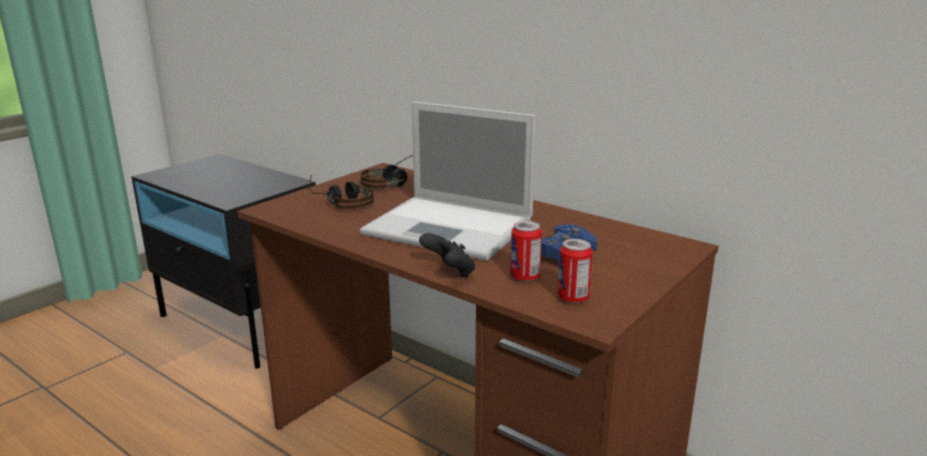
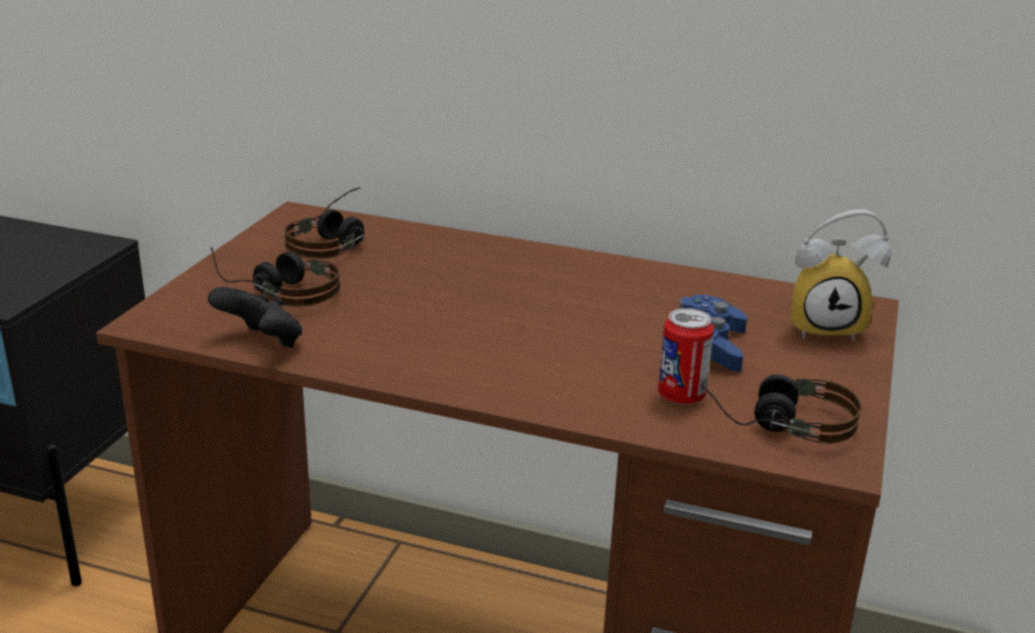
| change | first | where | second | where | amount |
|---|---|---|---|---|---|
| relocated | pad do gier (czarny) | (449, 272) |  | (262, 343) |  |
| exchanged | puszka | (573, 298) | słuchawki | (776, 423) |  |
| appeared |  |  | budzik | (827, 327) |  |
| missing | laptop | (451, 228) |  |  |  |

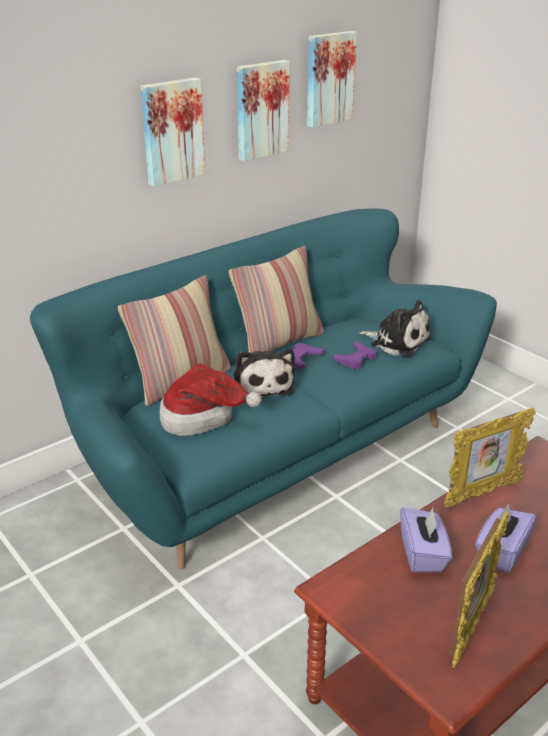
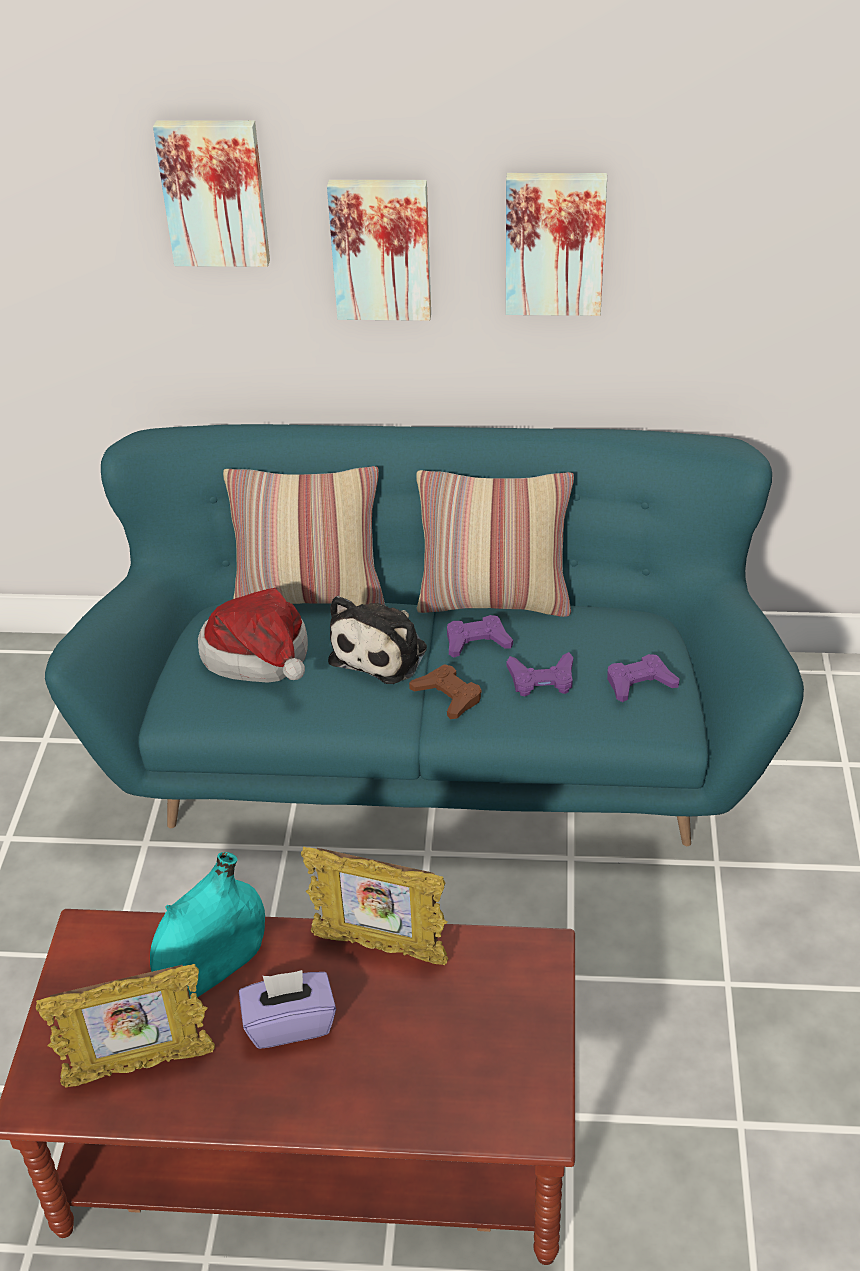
| change | first | where | second | where | amount |
|---|---|---|---|---|---|
| exchanged | pudełko chusteczek (fioletowy) | (423, 554) | wazon (turkusowy) | (213, 965) |  |
| relocated | obraz | (328, 78) |  | (214, 192) |  |
| appeared |  |  | pad do gier (brązowy) | (448, 696) |  |
| exchanged | pluszak | (397, 341) | pad do gier (fioletowy) | (639, 683) |  |

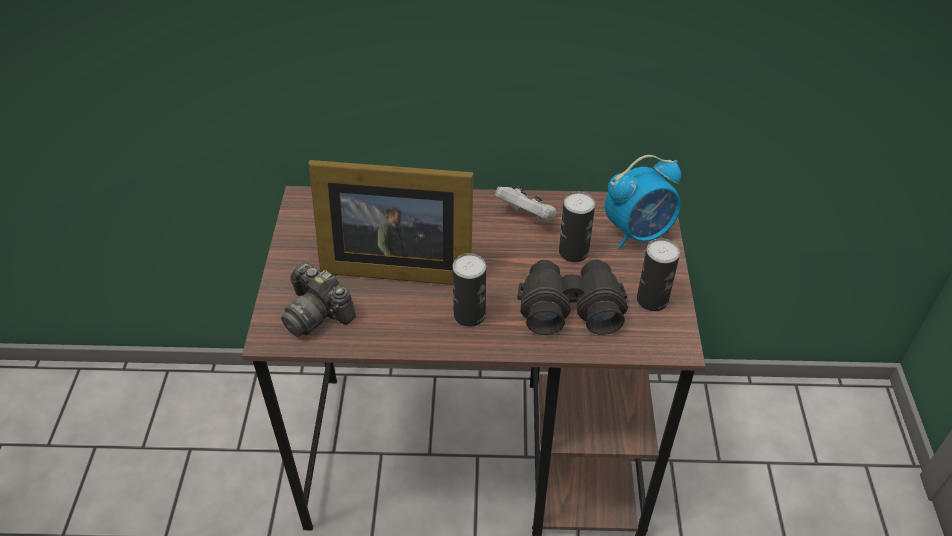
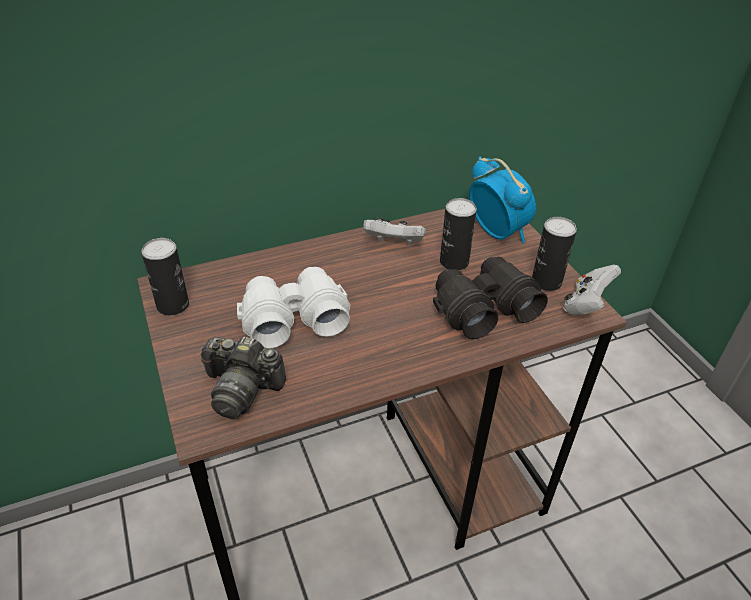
| change | first | where | second | where | amount |
|---|---|---|---|---|---|
| relocated | puszka | (469, 315) |  | (173, 305) |  |
| exchanged | ramka na zdjęcie | (393, 263) | lornetka (biały) | (293, 318) |  |
| spun | budzik | (639, 232) |  | (497, 232) | 75 degrees counterclockwise |
| appeared |  |  | pad do gier (biały) | (586, 305) |  |

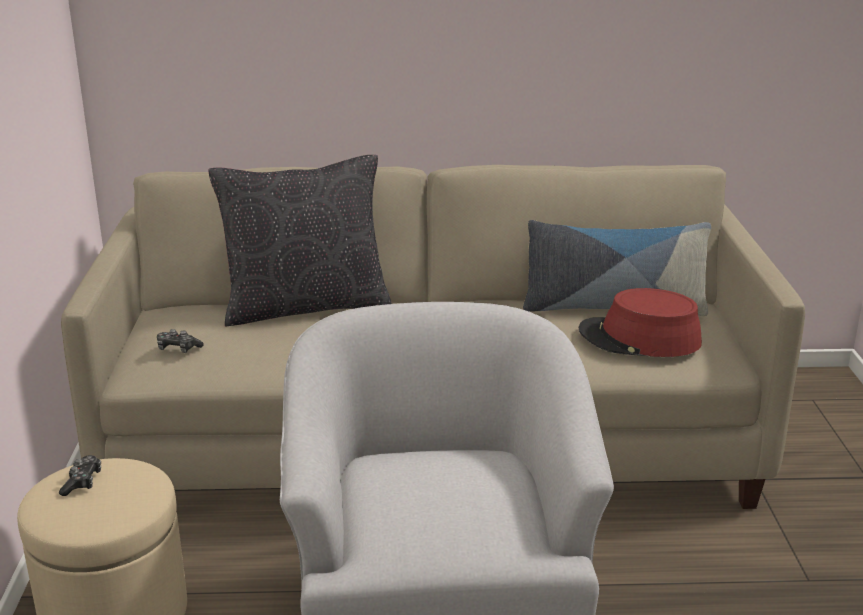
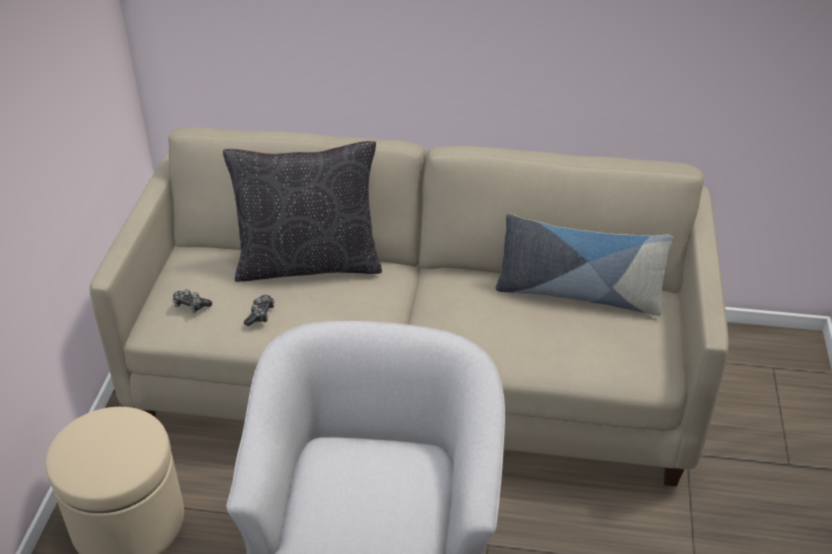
| change | first | where | second | where | amount |
|---|---|---|---|---|---|
| relocated | pad do gier | (82, 482) |  | (260, 314) |  |
| missing | kapelusz (czerwony) | (639, 338) |  |  |  |

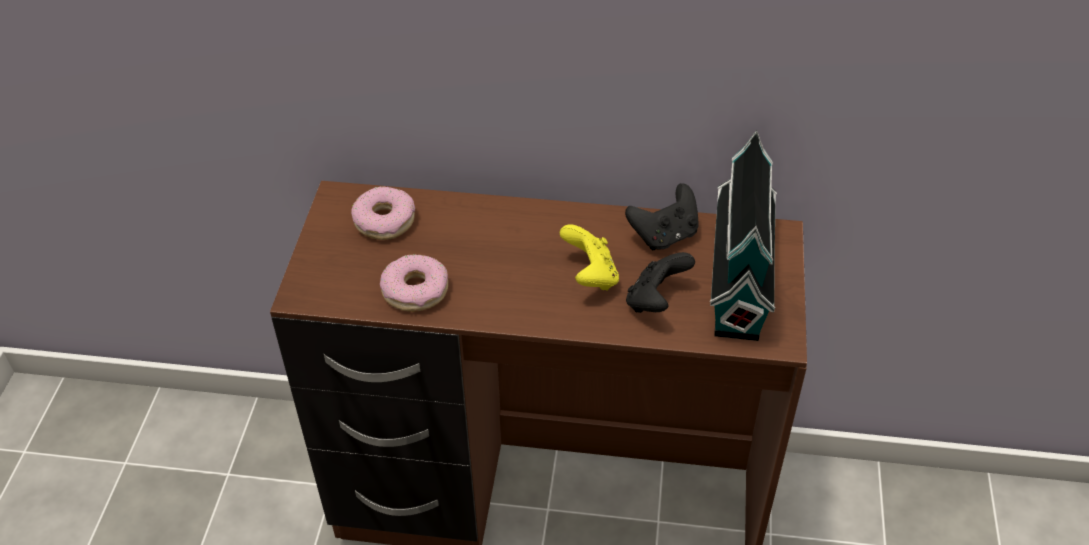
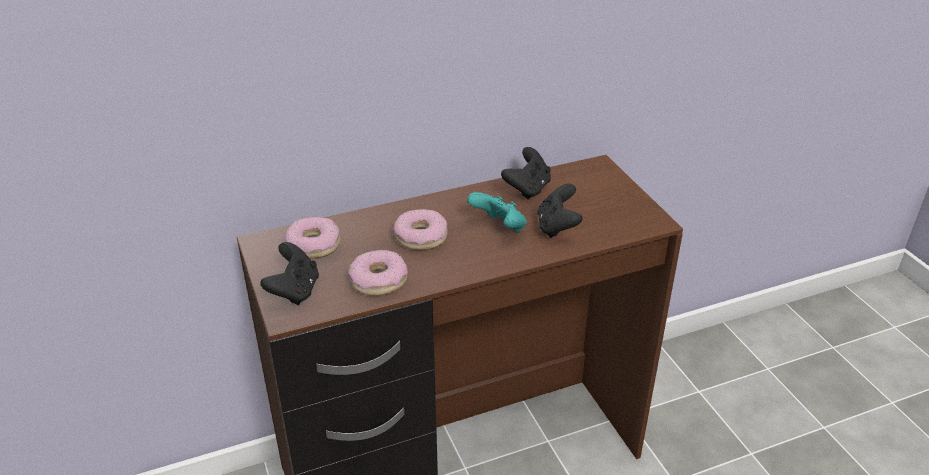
| change | first | where | second | where | amount |
|---|---|---|---|---|---|
| appeared |  |  | pad do gier (czarny) | (294, 291) |  |
| appeared |  |  | donut | (421, 237) |  |
| colour | pad do gier (żółty) | (590, 276) | pad do gier (turkusowy) | (499, 228) |  |
| missing | domek | (739, 273) |  |  |  |

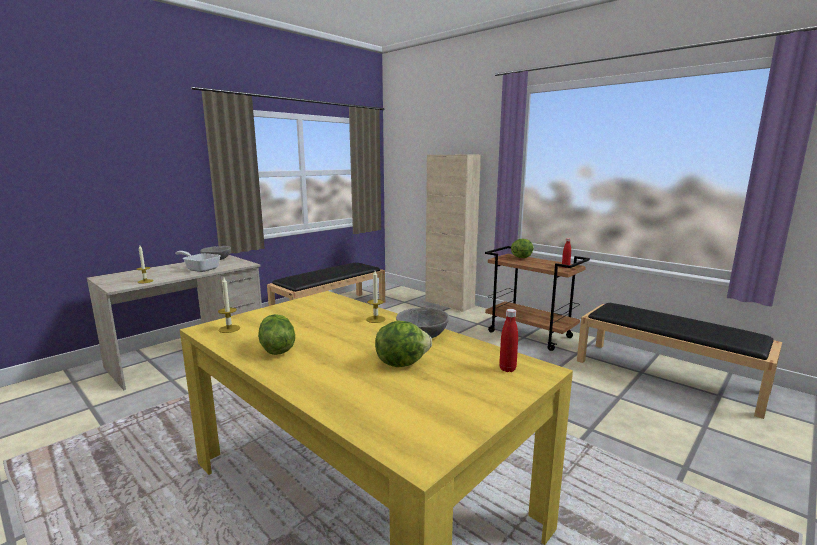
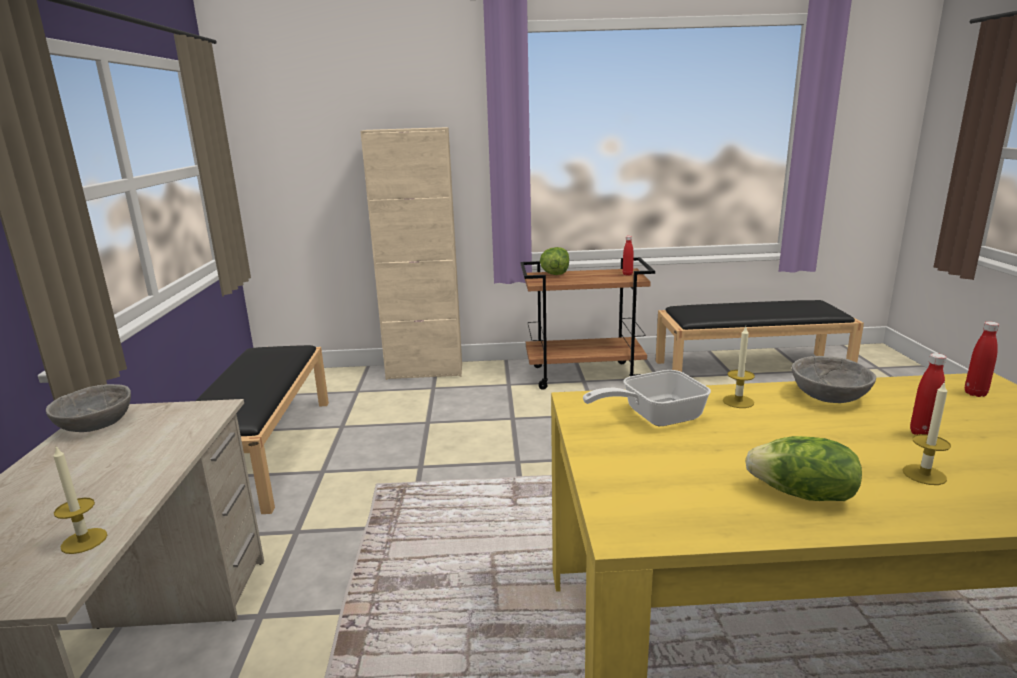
| change | first | where | second | where | amount |
|---|---|---|---|---|---|
| relocated | patelnia | (200, 269) |  | (653, 416) |  |
| relocated | świeca | (229, 329) |  | (924, 474) |  |
| exchanged | sałata | (401, 362) | butelka (czerwony) | (922, 433) |  |

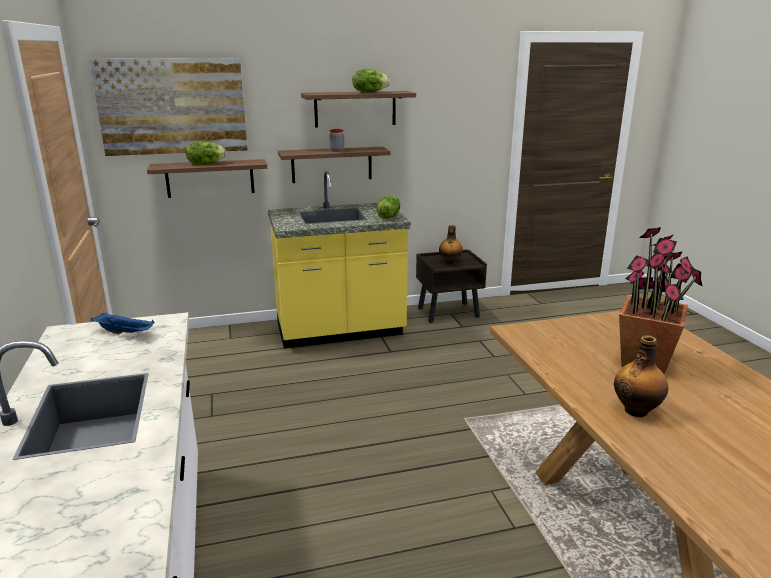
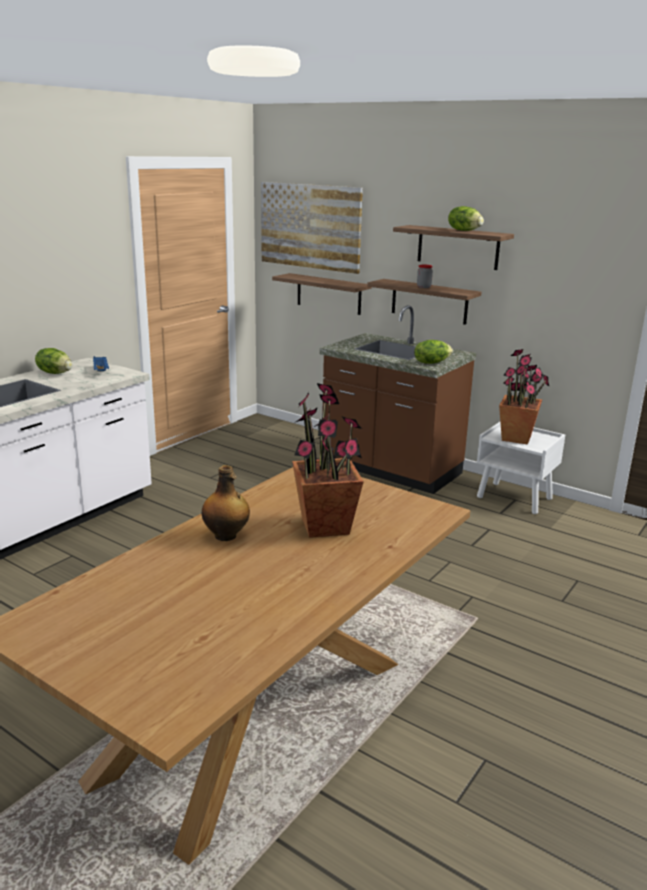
| change | first | where | second | where | amount |
|---|---|---|---|---|---|
| relocated | sałata | (205, 164) |  | (55, 373) |  |
| colour | zabudowa kuchenna (żółty) | (340, 331) | zabudowa kuchenna (brązowy) | (390, 470) |  |
| colour | szafka nocna (brązowy) | (448, 312) | szafka nocna (biały) | (515, 498) |  |
| exchanged | butelka | (450, 262) | roślina doniczkowa | (517, 438) |  |

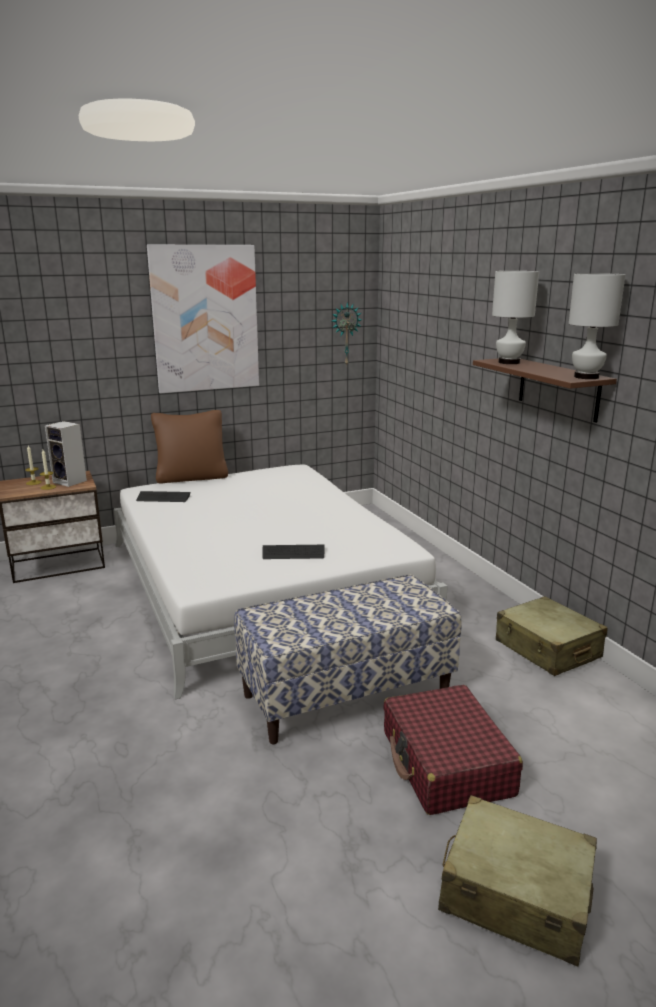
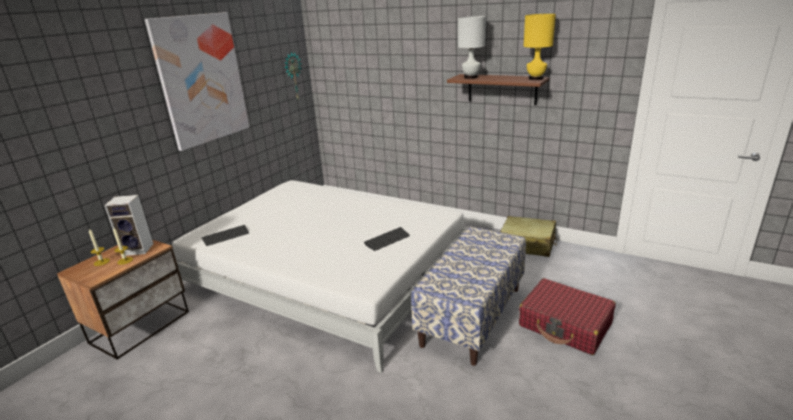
| change | first | where | second | where | amount |
|---|---|---|---|---|---|
| colour | lampa stołowa (biały) | (586, 377) | lampa stołowa (żółty) | (535, 78) |  |
| missing | poduszka (brązowy) | (192, 477) |  |  |  |
| missing | walizka (beżowy) | (515, 894) |  |  |  |

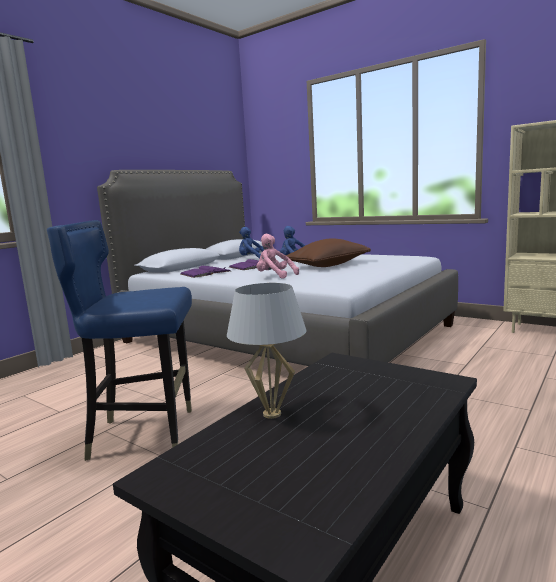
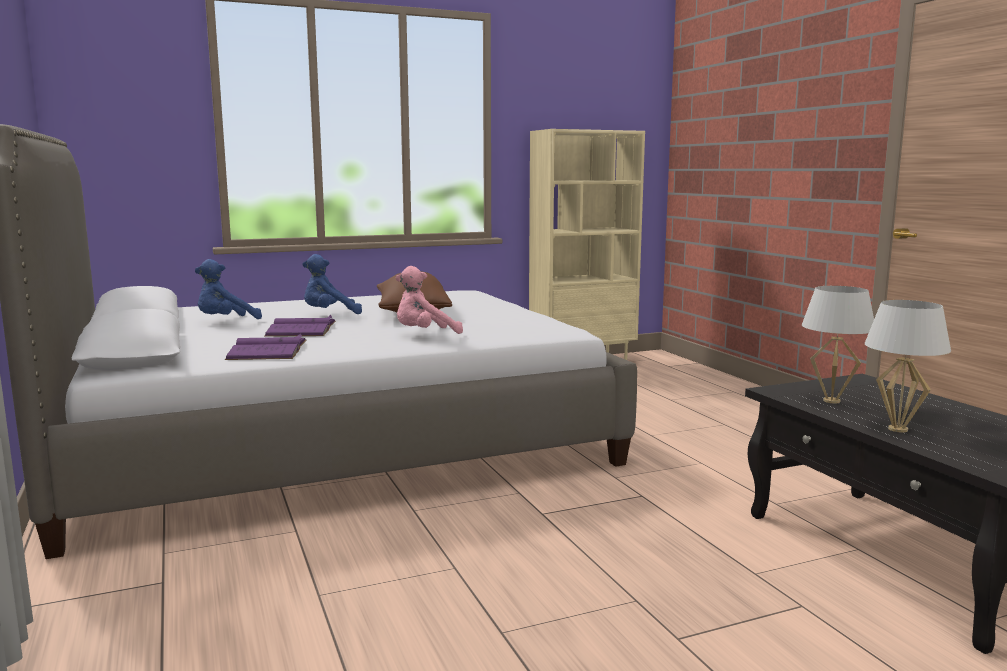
| change | first | where | second | where | amount |
|---|---|---|---|---|---|
| appeared |  |  | lampa stołowa (biały) | (832, 401) |  |
| missing | krzesło (niebieski) | (145, 435) |  |  |  |

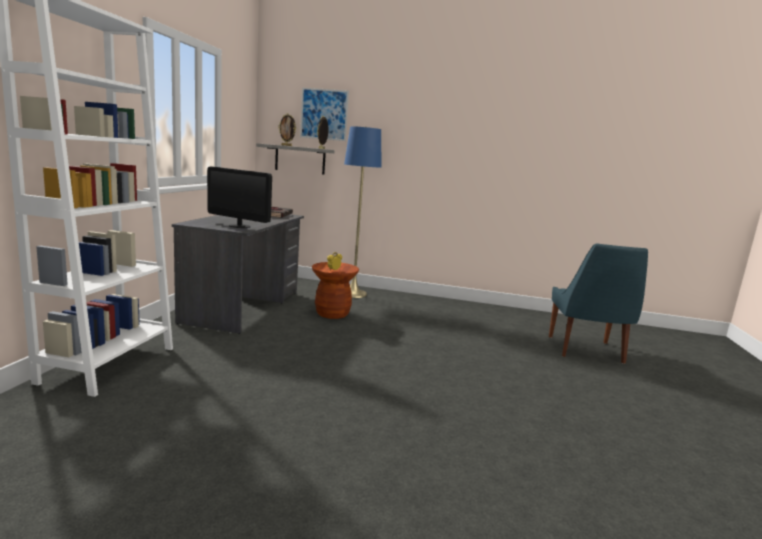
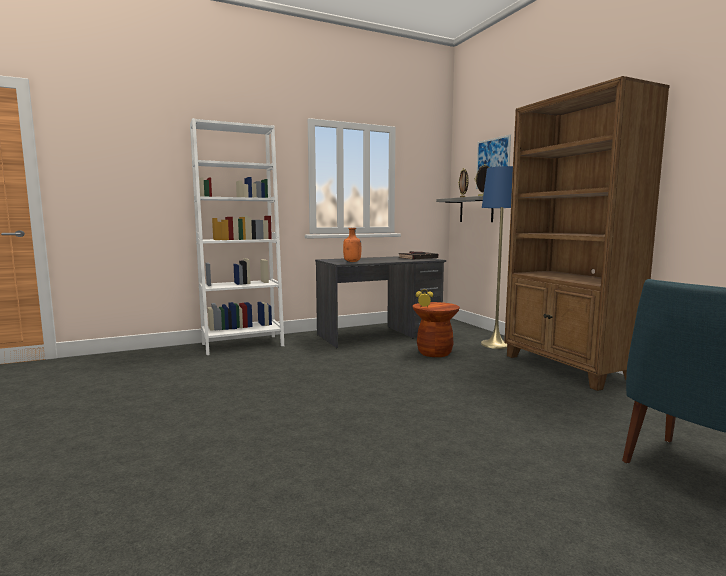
| change | first | where | second | where | amount |
|---|---|---|---|---|---|
| exchanged | monitor | (239, 226) | butelka (pomarańczowy) | (352, 262) |  |
| appeared |  |  | regał (brązowy) | (566, 368) |  |

